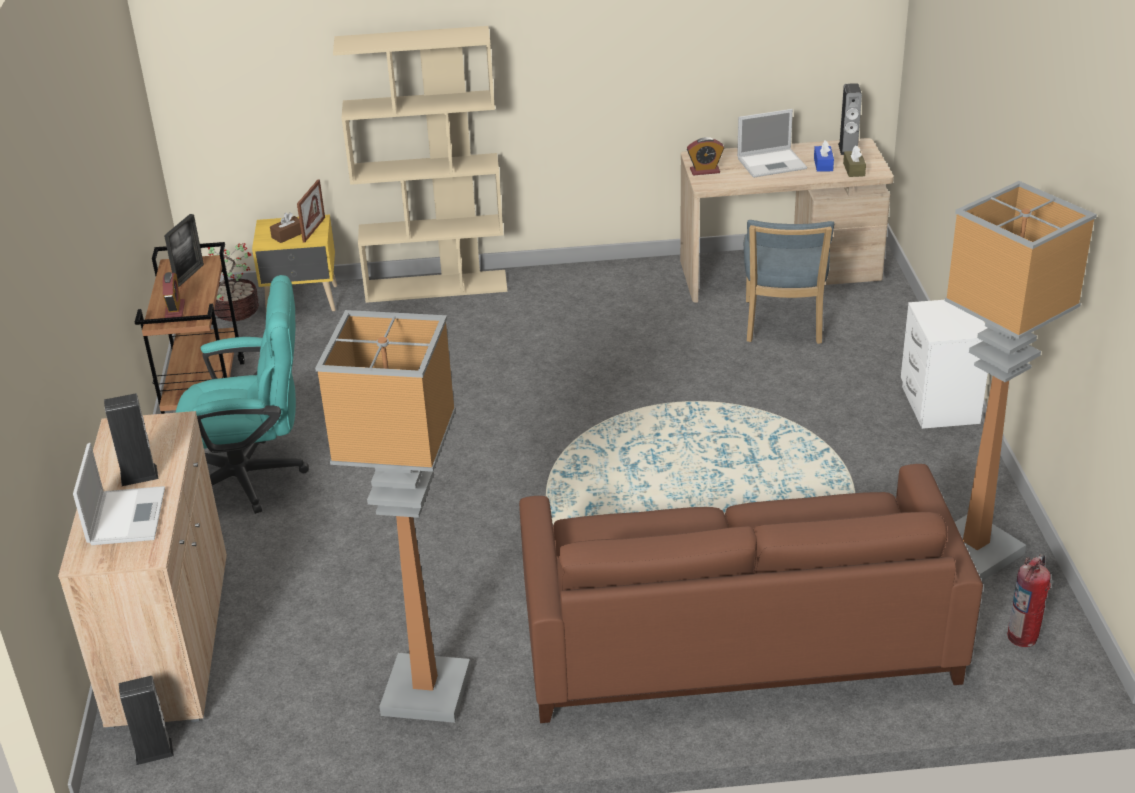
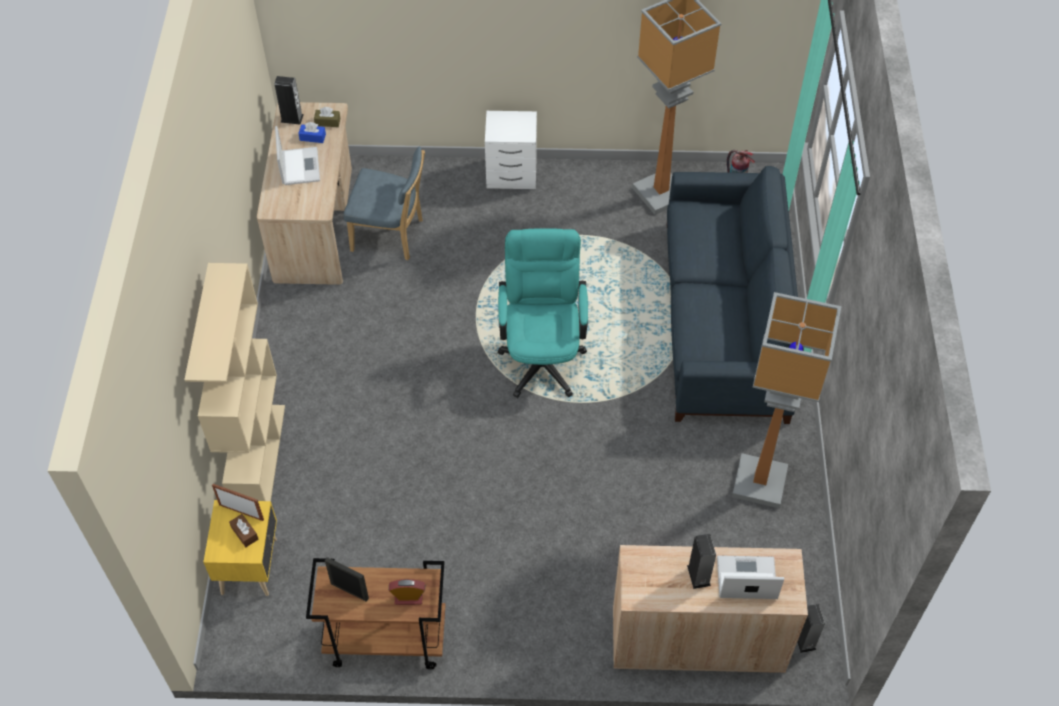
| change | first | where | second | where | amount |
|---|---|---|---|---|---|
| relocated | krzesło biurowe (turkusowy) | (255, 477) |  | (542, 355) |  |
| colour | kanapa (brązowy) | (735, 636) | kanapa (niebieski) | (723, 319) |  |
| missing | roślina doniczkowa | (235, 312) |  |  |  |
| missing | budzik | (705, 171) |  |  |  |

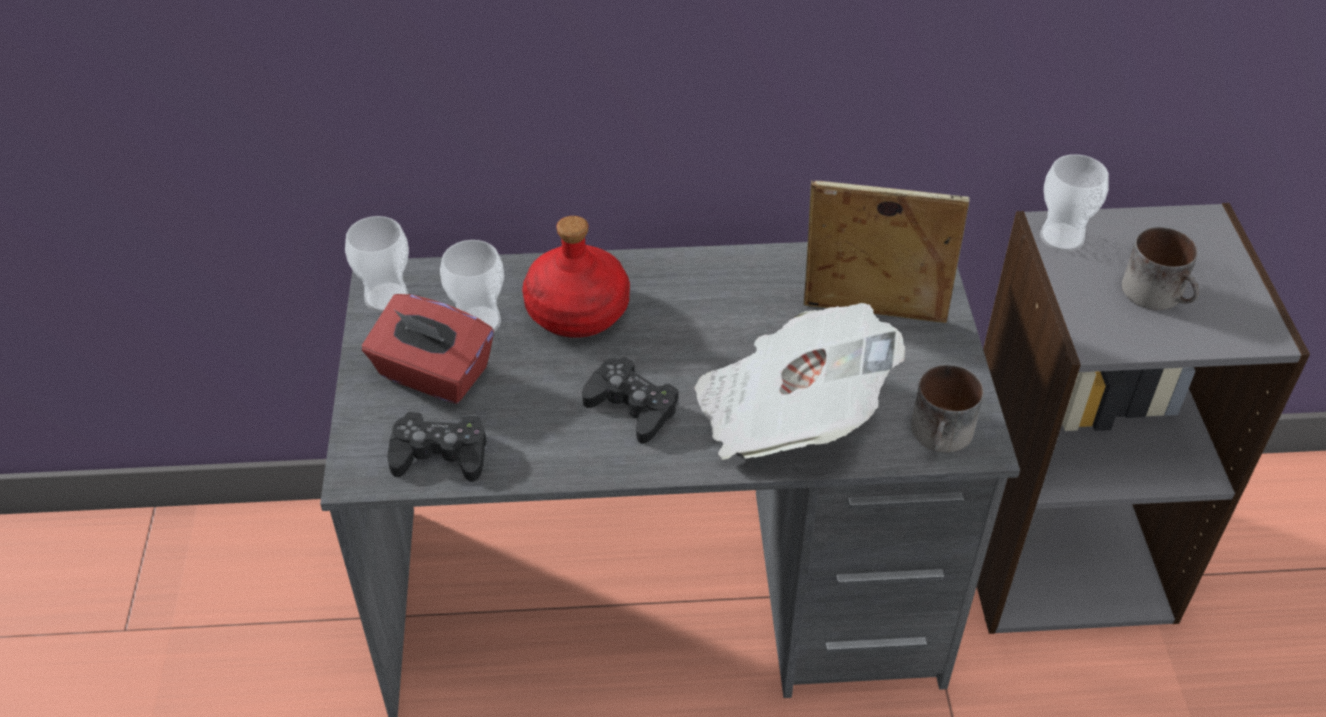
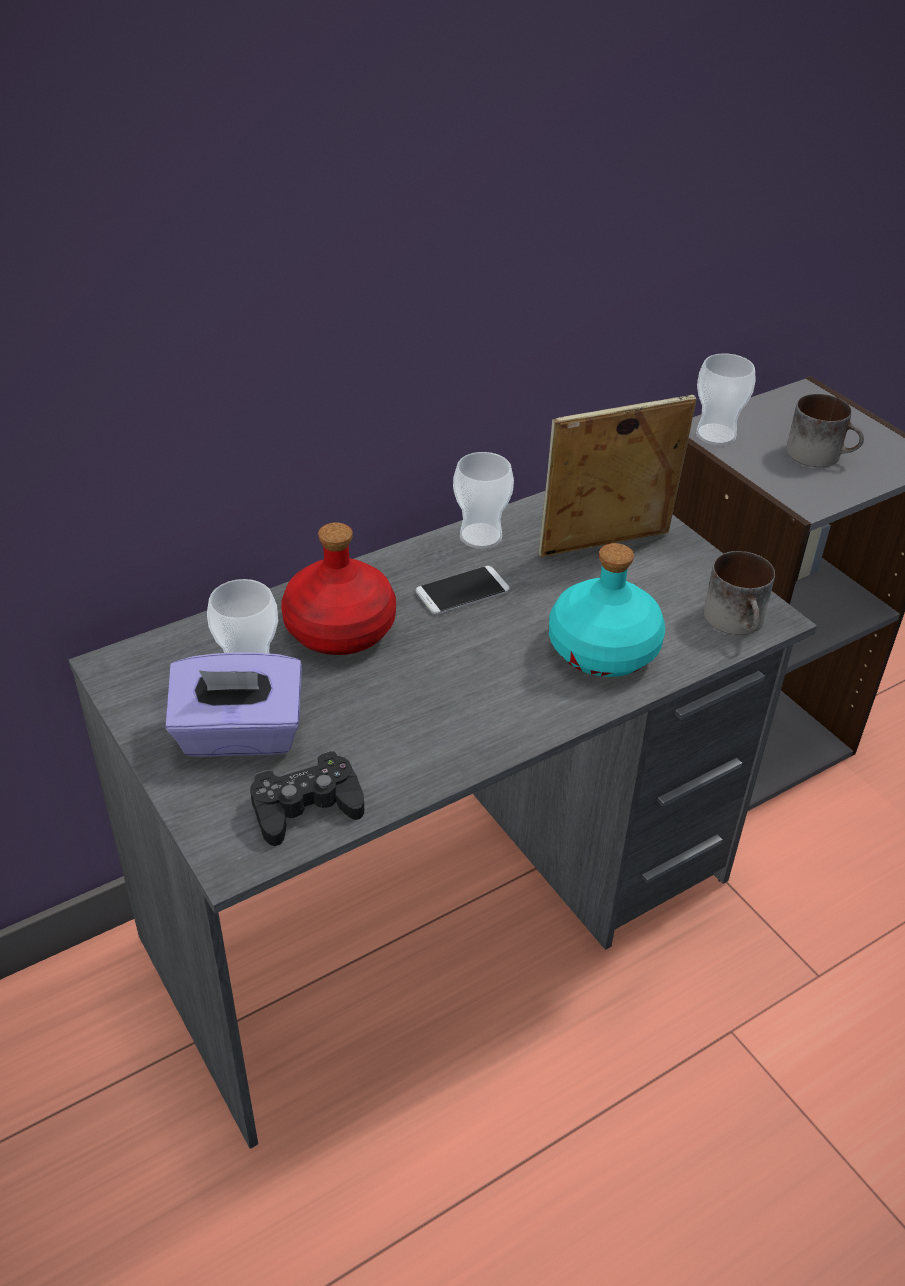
| change | first | where | second | where | amount |
|---|---|---|---|---|---|
| colour | pudełko chusteczek (czerwony) | (432, 374) | pudełko chusteczek (fioletowy) | (239, 736) |  |
| appeared |  |  | telefon | (462, 591) |  |
| relocated | filiżanka | (386, 297) |  | (480, 536) |  |
| exchanged | gazeta | (788, 415) | butelka (turkusowy) | (602, 650) |  |
| missing | pad do gier (czarny) | (632, 407) |  |  |  |

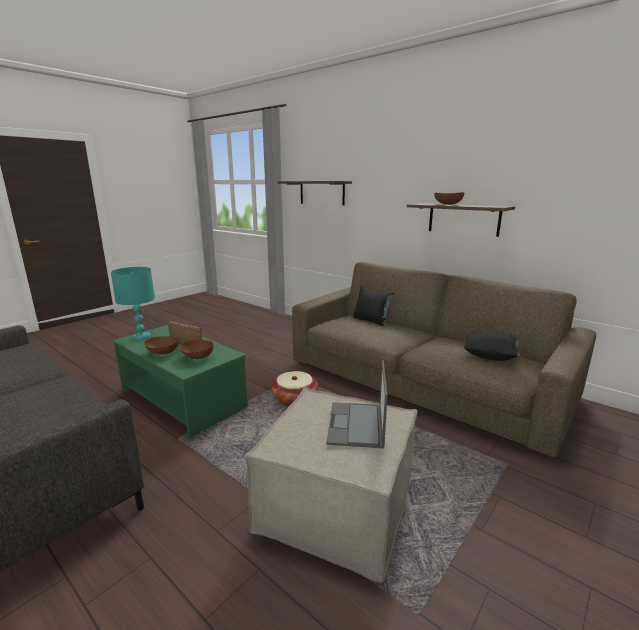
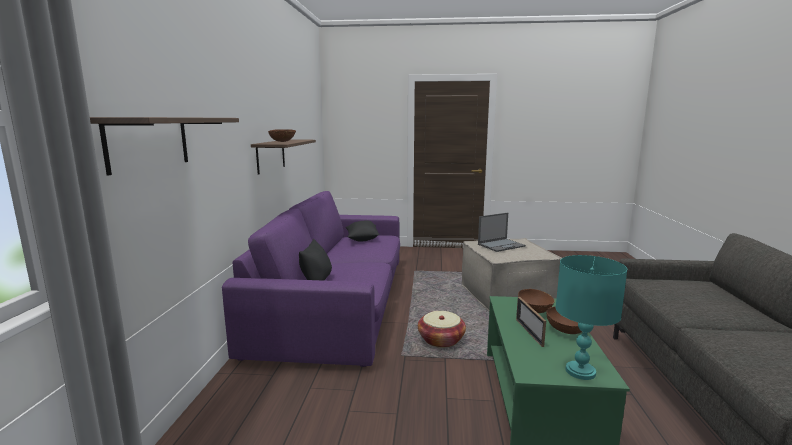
| change | first | where | second | where | amount |
|---|---|---|---|---|---|
| colour | kanapa (brązowy) | (422, 380) | kanapa (fioletowy) | (337, 301) |  |

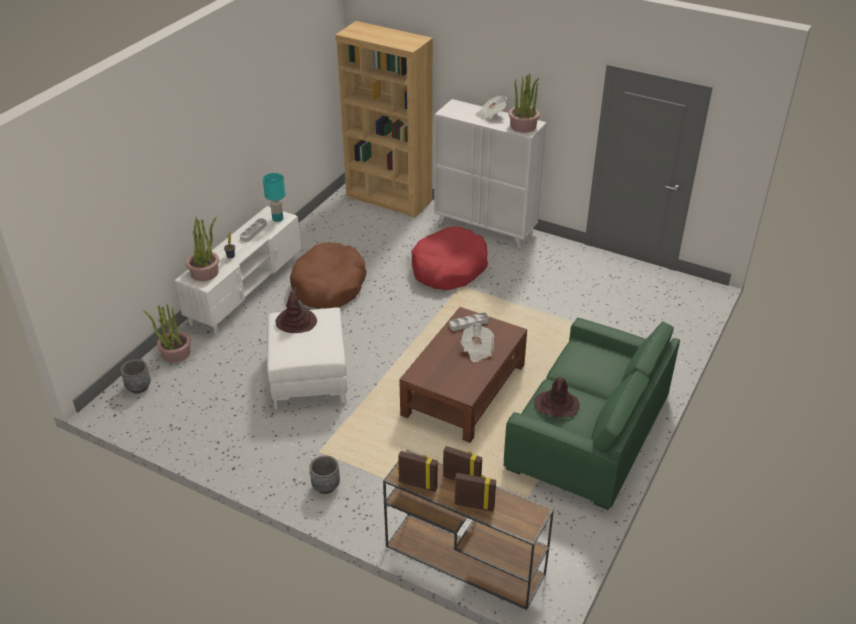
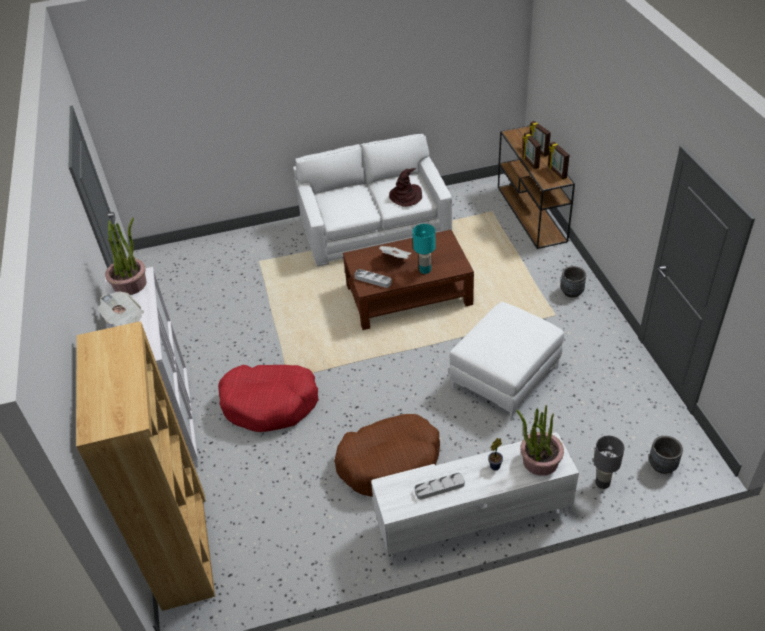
| change | first | where | second | where | amount |
|---|---|---|---|---|---|
| colour | kanapa (zielony) | (589, 431) | kanapa (biały) | (374, 227) |  |
| relocated | lampa stołowa (turkusowy) | (277, 219) |  | (425, 270) |  |
| exchanged | roślina doniczkowa | (175, 353) | lampa stołowa (szary) | (602, 483) |  |
| missing | kapelusz (brązowy) | (296, 321) |  |  |  |

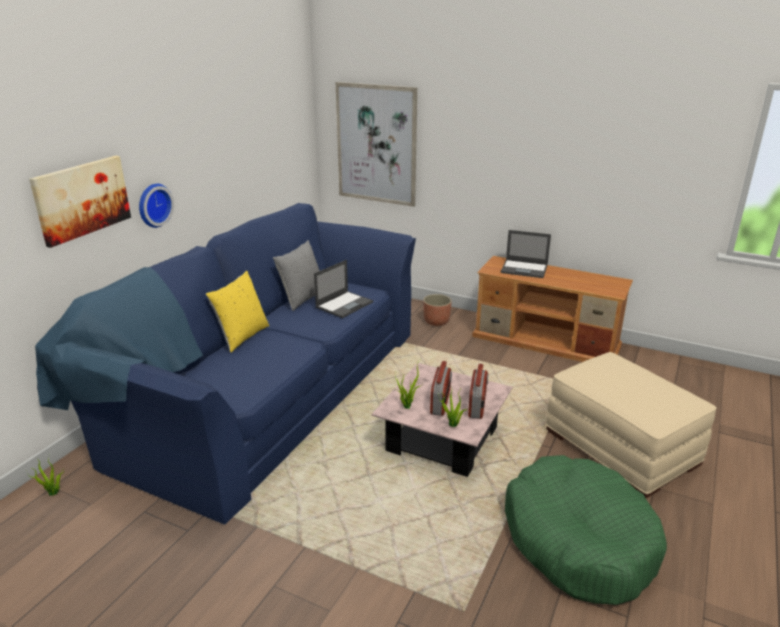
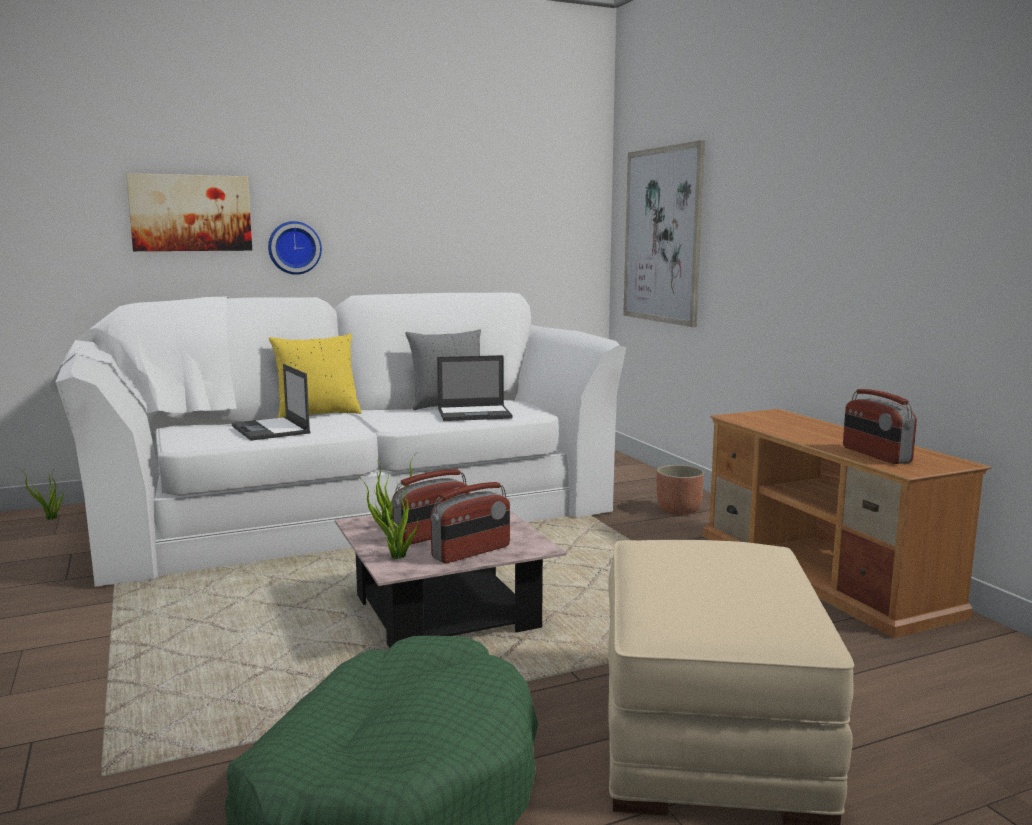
| change | first | where | second | where | amount |
|---|---|---|---|---|---|
| colour | kanapa (niebieski) | (266, 390) | kanapa (biały) | (352, 509) |  |
| relocated | laptop | (524, 269) |  | (271, 430) |  |
| appeared |  |  | radio | (875, 455) |  |

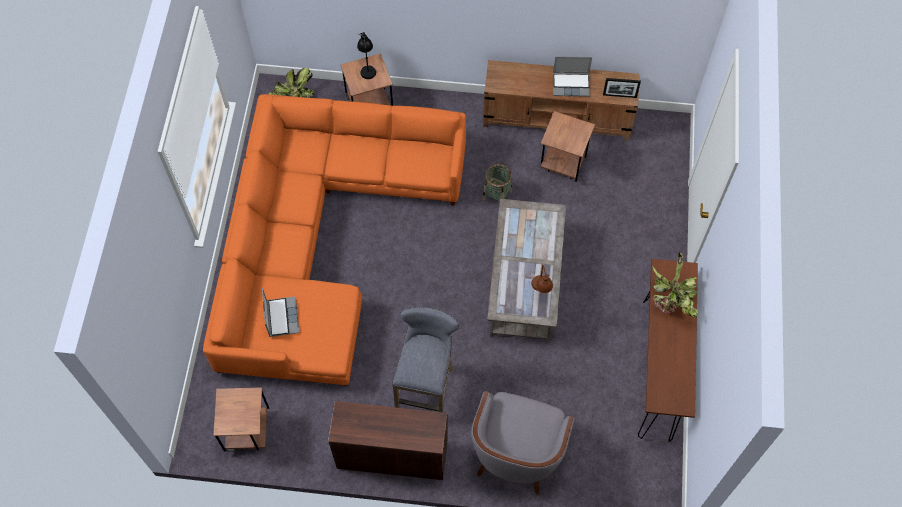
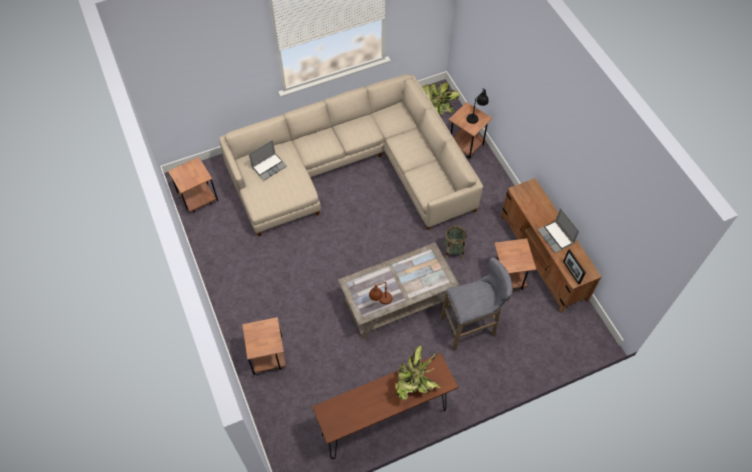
| change | first | where | second | where | amount |
|---|---|---|---|---|---|
| colour | kanapa (pomarańczowy) | (320, 237) | kanapa (beżowy) | (352, 169) |  |
| exchanged | fotel (szary) | (517, 450) | stolik (brązowy) | (268, 358) |  |
| relocated | stołek (szary) | (426, 387) |  | (470, 327) |  |
| missing | biurko (brązowy) | (392, 454) |  |  |  |

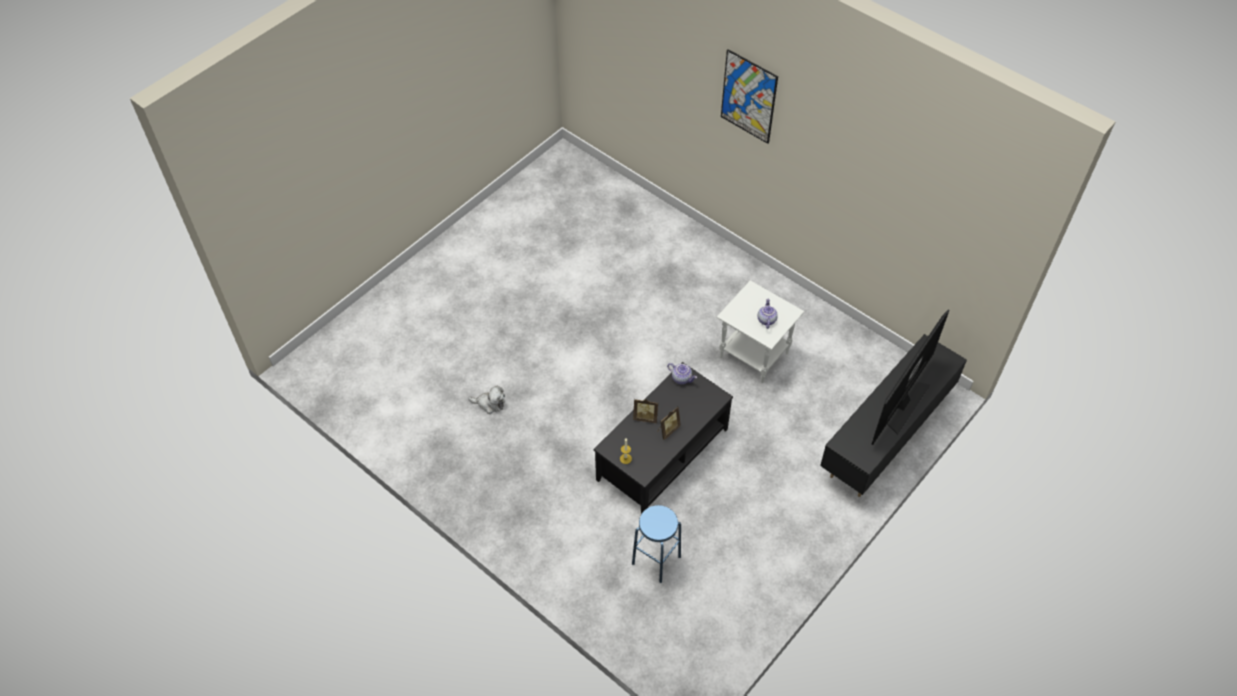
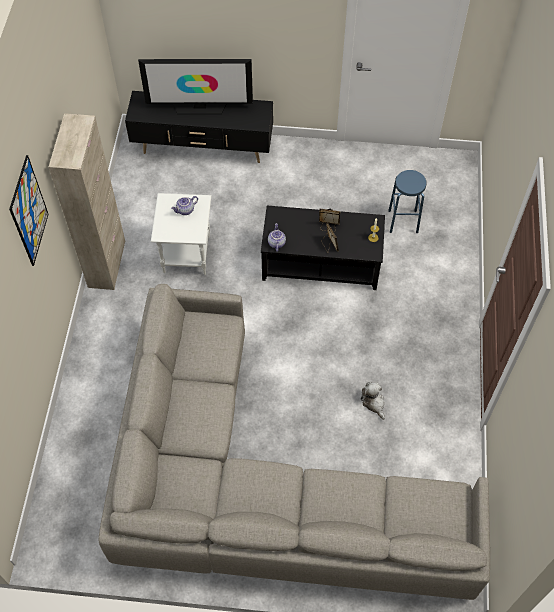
| change | first | where | second | where | amount |
|---|---|---|---|---|---|
| appeared |  |  | szafka (beżowy) | (107, 264) |  |
| appeared |  |  | kanapa (szary) | (259, 486) |  |

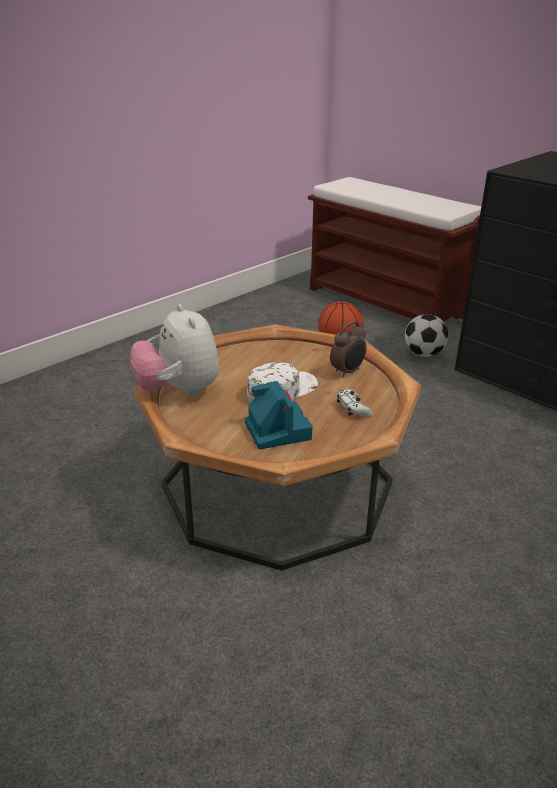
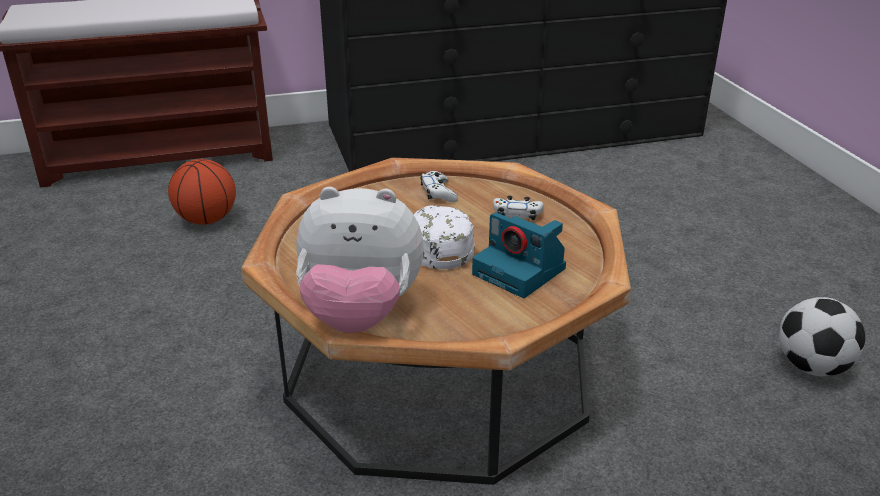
| change | first | where | second | where | amount |
|---|---|---|---|---|---|
| exchanged | budzik | (347, 372) | pad do gier (biały) | (438, 193) |  |
| spun | aparat fotograficzny | (276, 430) |  | (521, 272) | 150 degrees counterclockwise |
| relocated | piłka futbolowa | (423, 354) |  | (812, 367) |  |

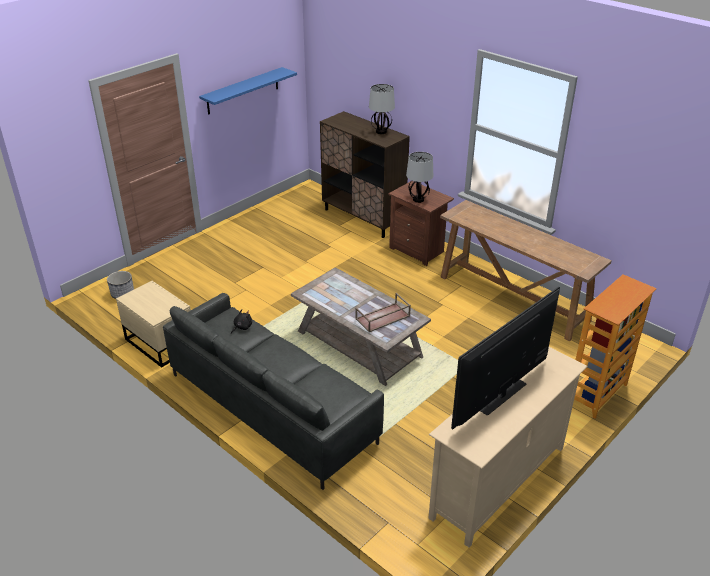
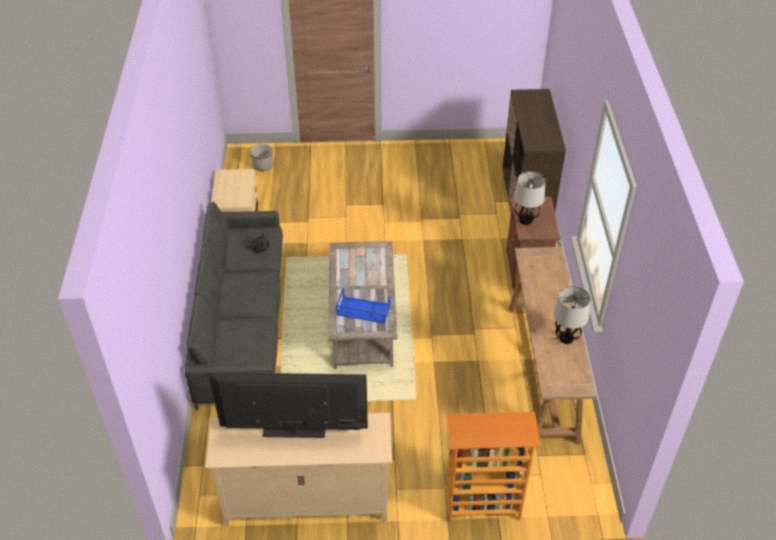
| change | first | where | second | where | amount |
|---|---|---|---|---|---|
| colour | taca (brązowy) | (382, 318) | taca (niebieski) | (363, 310) |  |
| relocated | lampa stołowa | (381, 132) |  | (565, 338) |  |
| missing | półka (niebieski) | (243, 91) |  |  |  |

